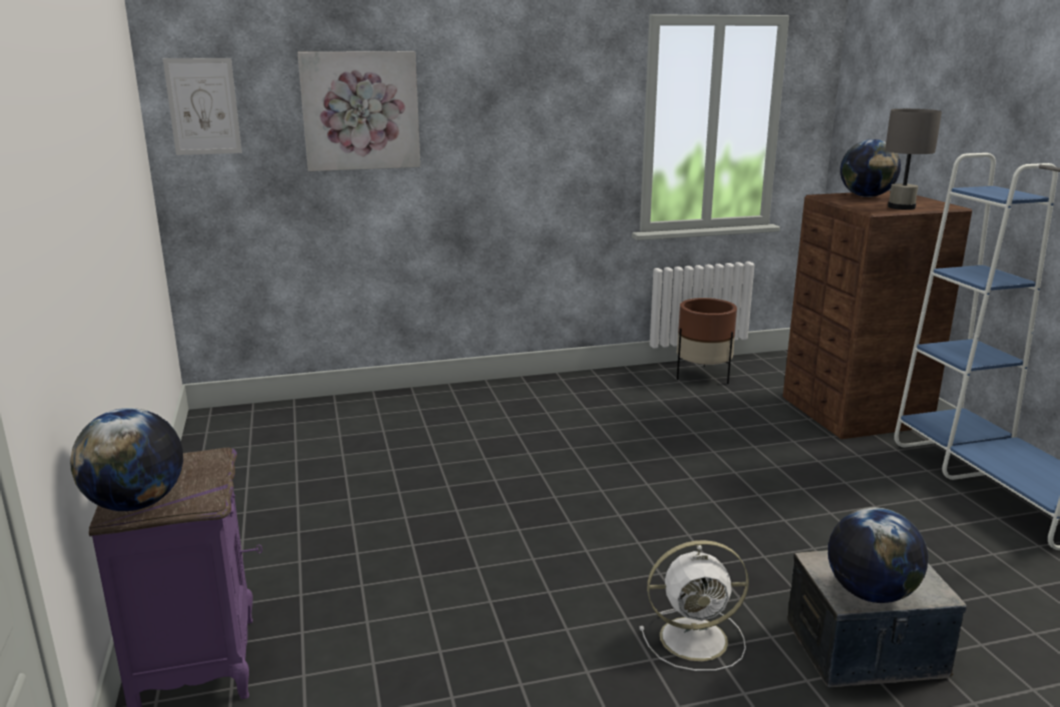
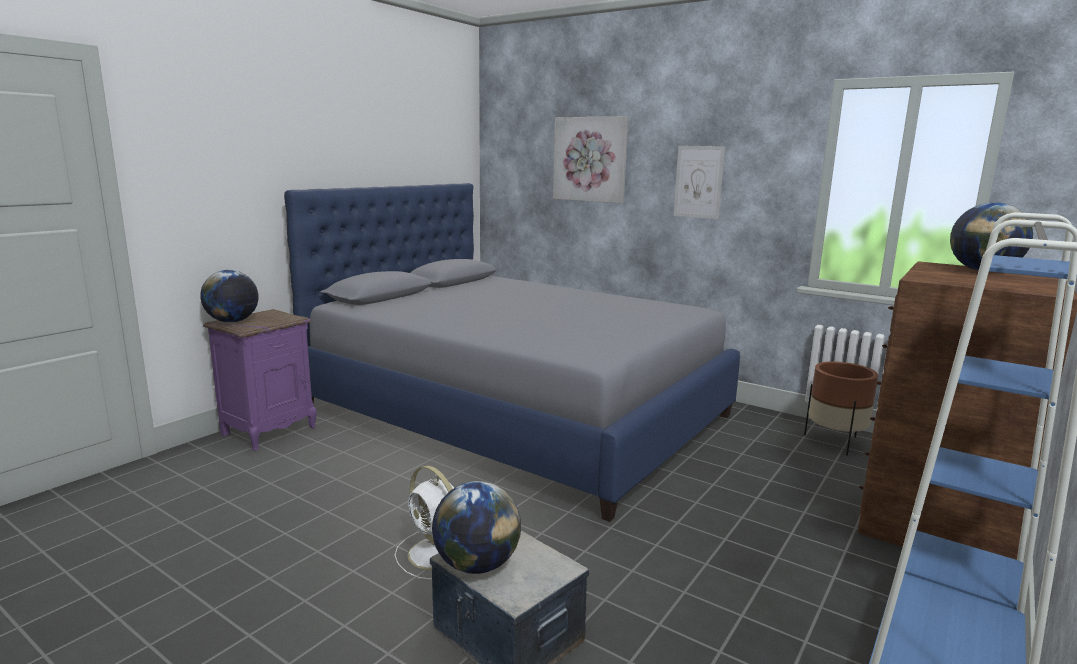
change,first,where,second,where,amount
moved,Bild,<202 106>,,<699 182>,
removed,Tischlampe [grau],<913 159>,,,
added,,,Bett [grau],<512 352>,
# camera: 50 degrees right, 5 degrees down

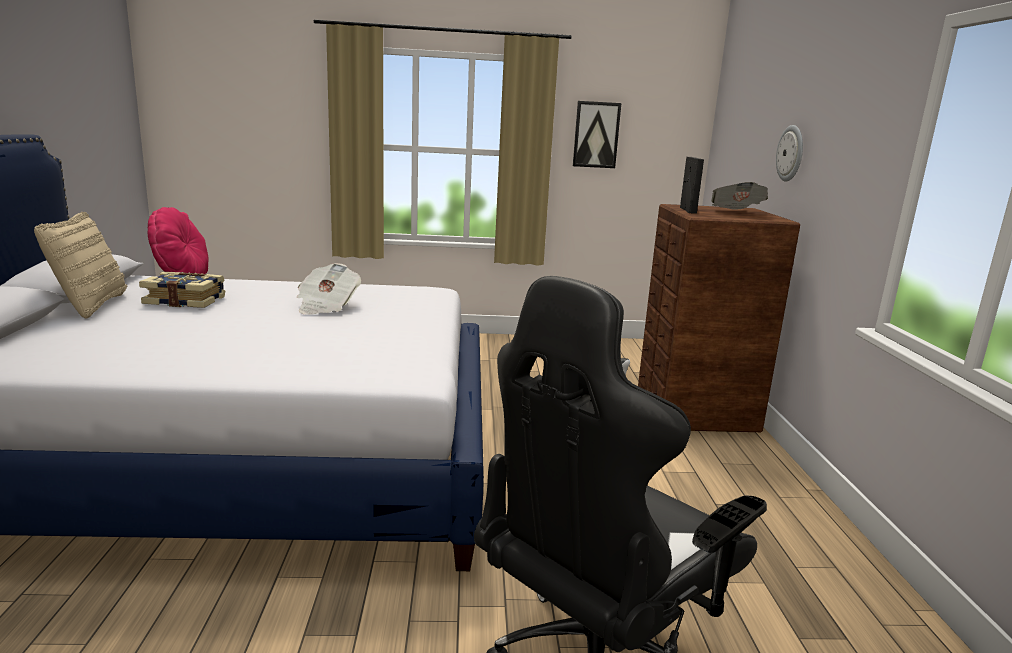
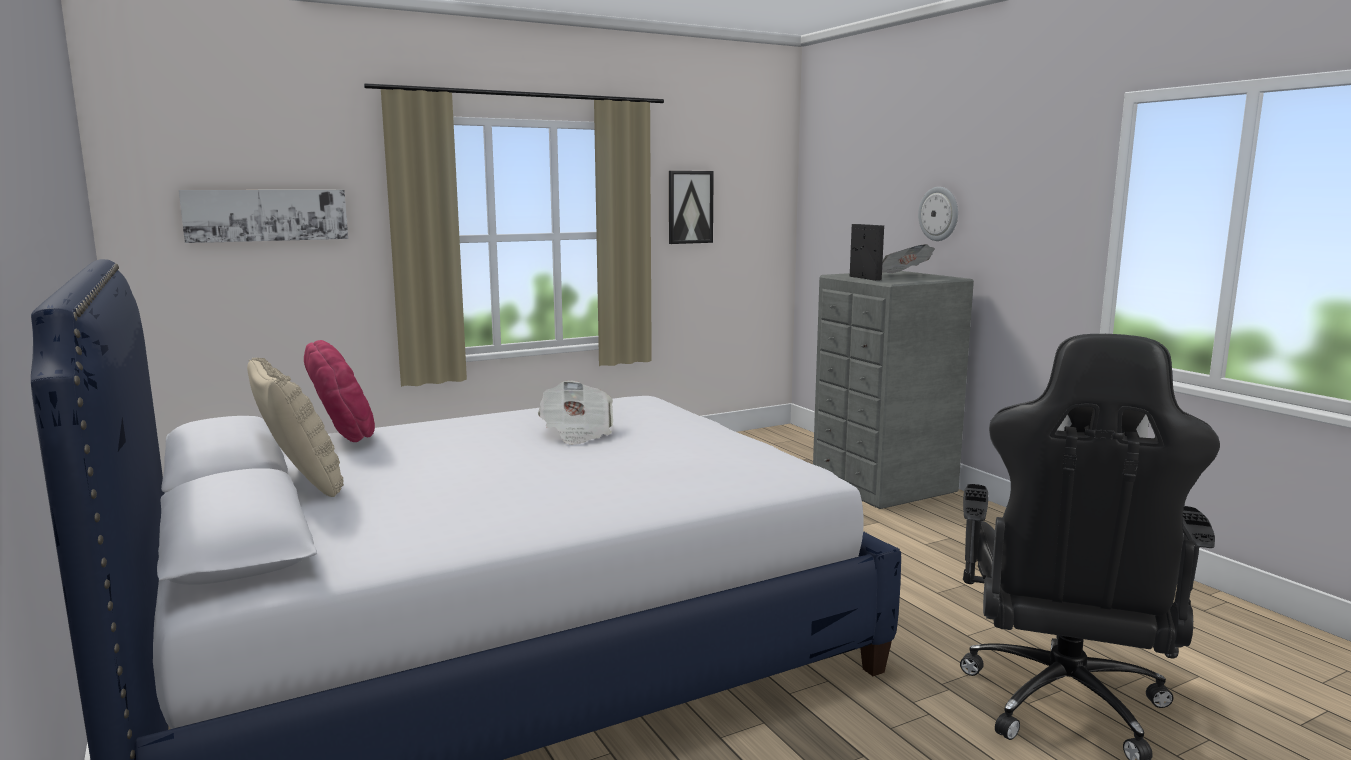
change,first,where,second,where,amount
removed,Buch,<182 290>,,,
recoloured,Kommode [braun],<719 318>,Kommode [grau],<893 390>,
added,,,Bild,<263 216>,
# camera: 25 degrees left, 5 degrees down

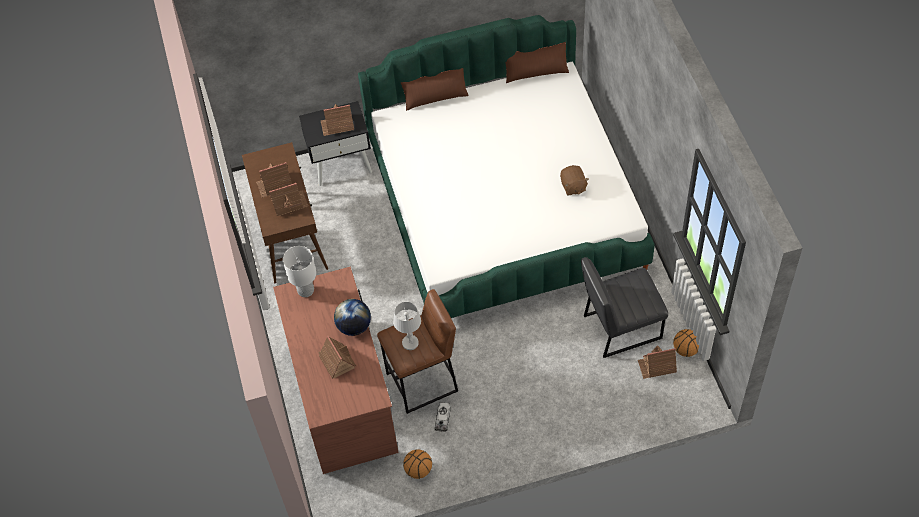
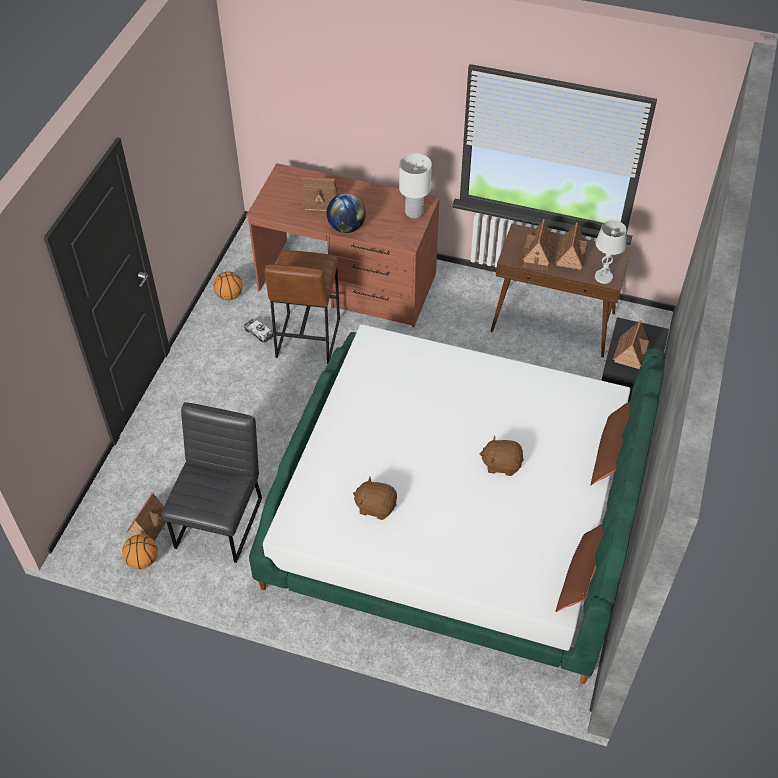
change,first,where,second,where,amount
moved,Tischlampe [weiß],<407 326>,,<611 252>,
added,,,Plüschtier [braun],<501 456>,
# camera: 120 degrees right, 5 degrees down

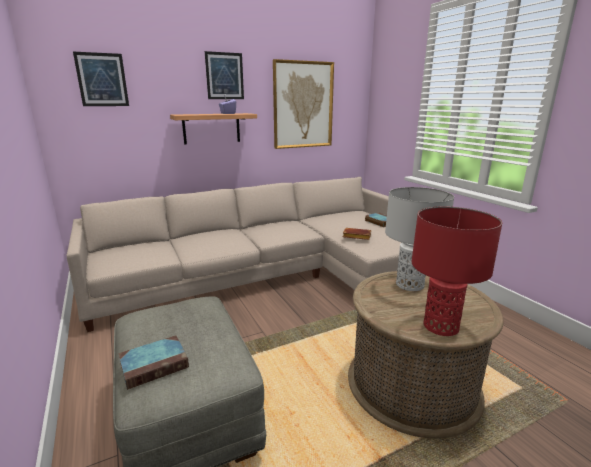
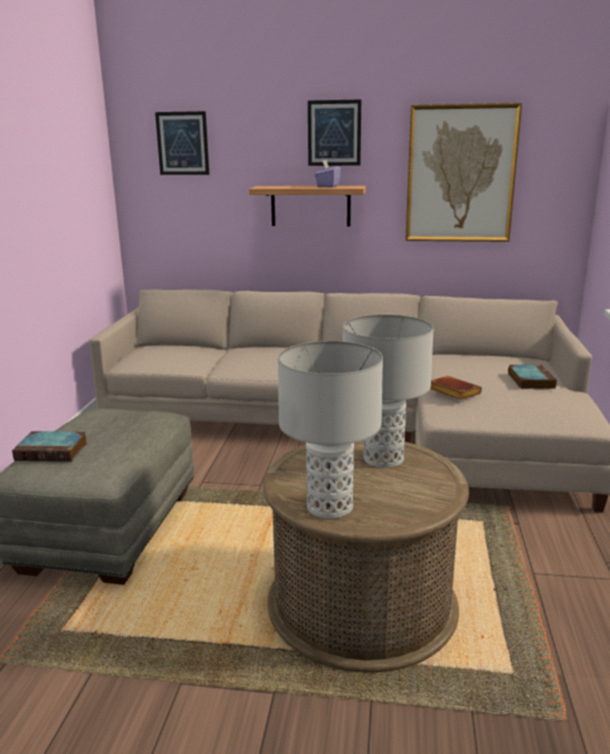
change,first,where,second,where,amount
recoloured,Tischlampe [rot],<456 271>,Tischlampe [weiß],<330 430>,
# camera: 35 degrees right, 0 degrees up

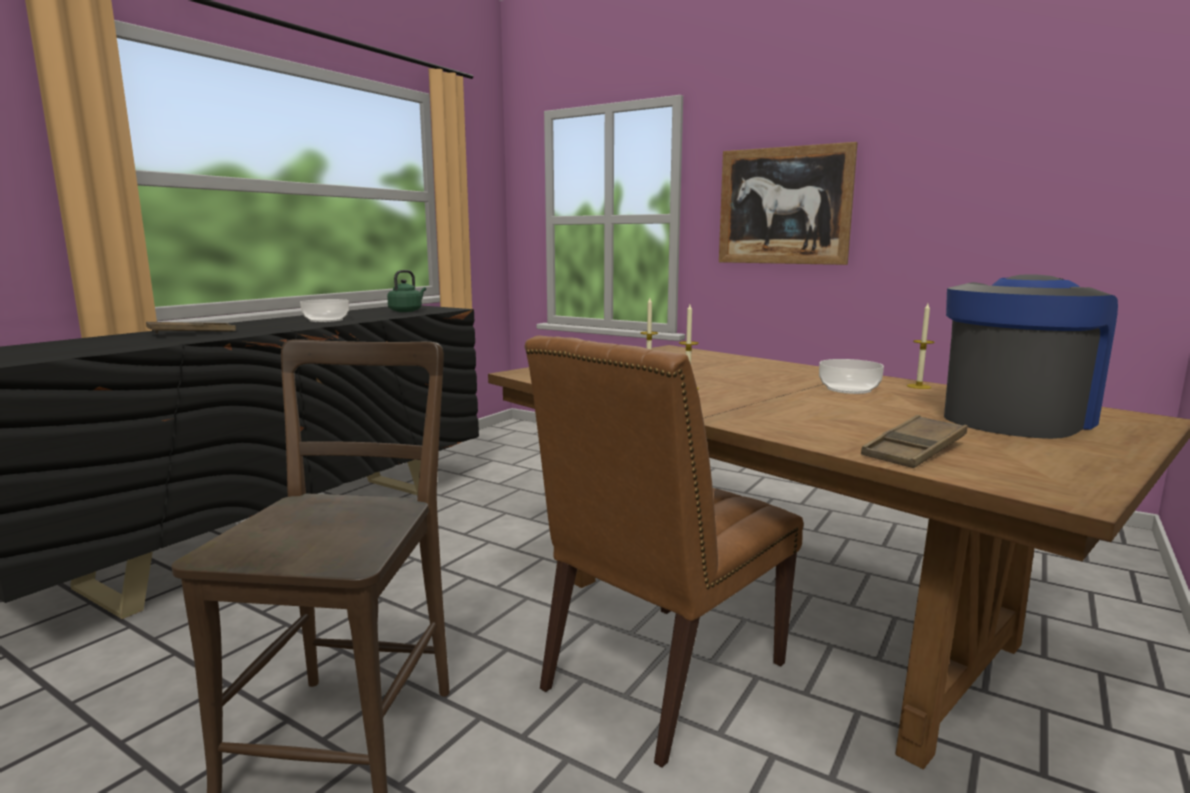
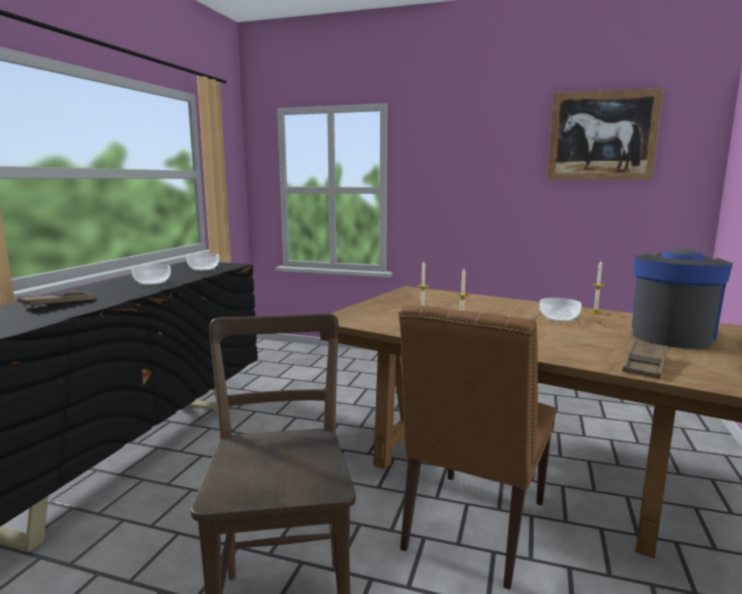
change,first,where,second,where,amount
replaced,Wasserkessel [grün],<406 291>,Schüssel,<202 262>,
moved,Bild,<788 203>,,<605 133>,
# camera: 15 degrees left, 0 degrees up

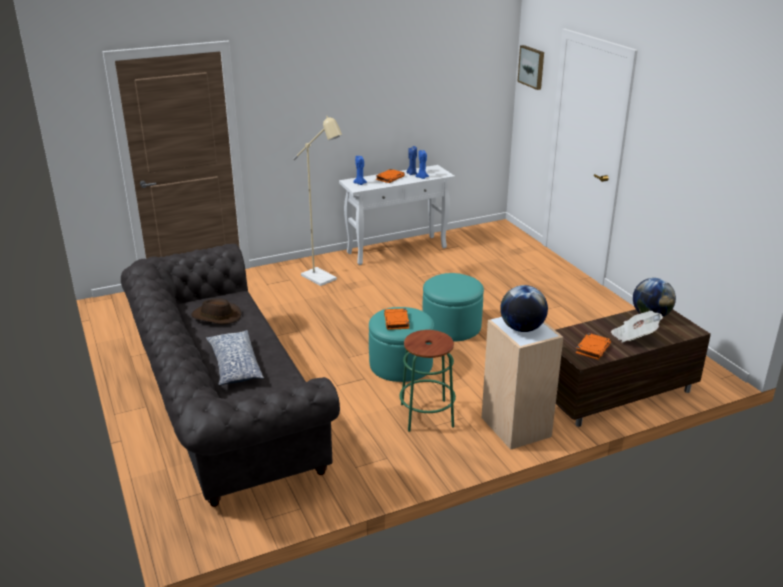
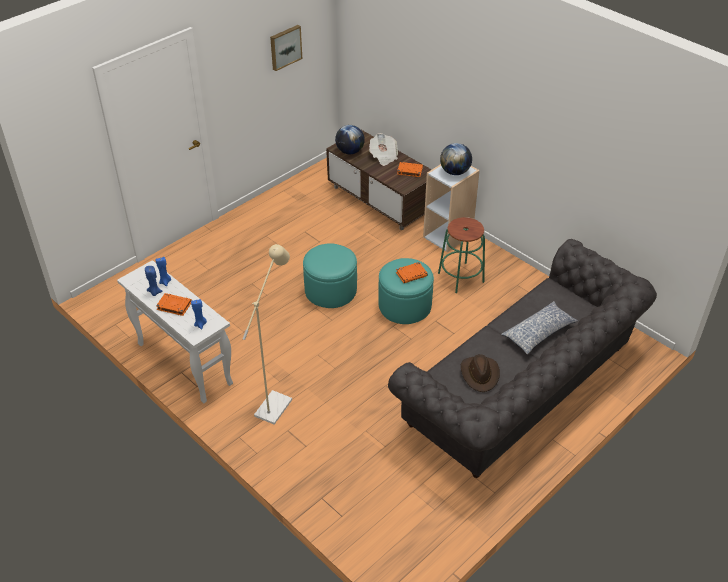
change,first,where,second,where,amount
moved,Bild,<530 67>,,<286 48>,
# camera: 110 degrees left, 15 degrees up

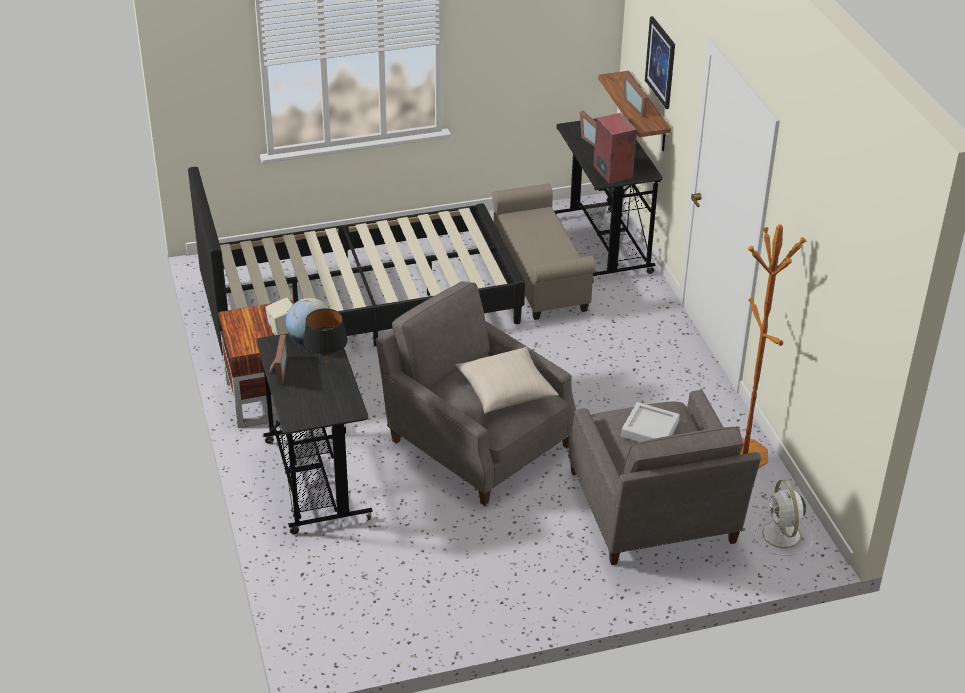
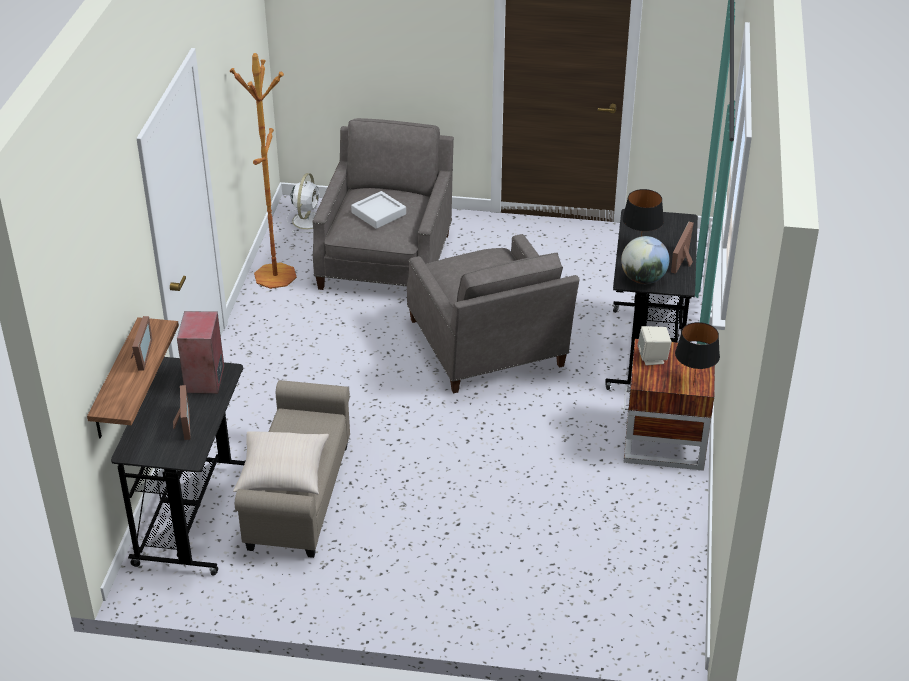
change,first,where,second,where,amount
removed,Bett [schwarz],<356 261>,,,
moved,Kissen [beige],<507 380>,,<281 462>,
removed,Bild,<660 62>,,,
added,,,Tischlampe [schwarz],<697 354>,
# camera: 155 degrees left, 0 degrees up

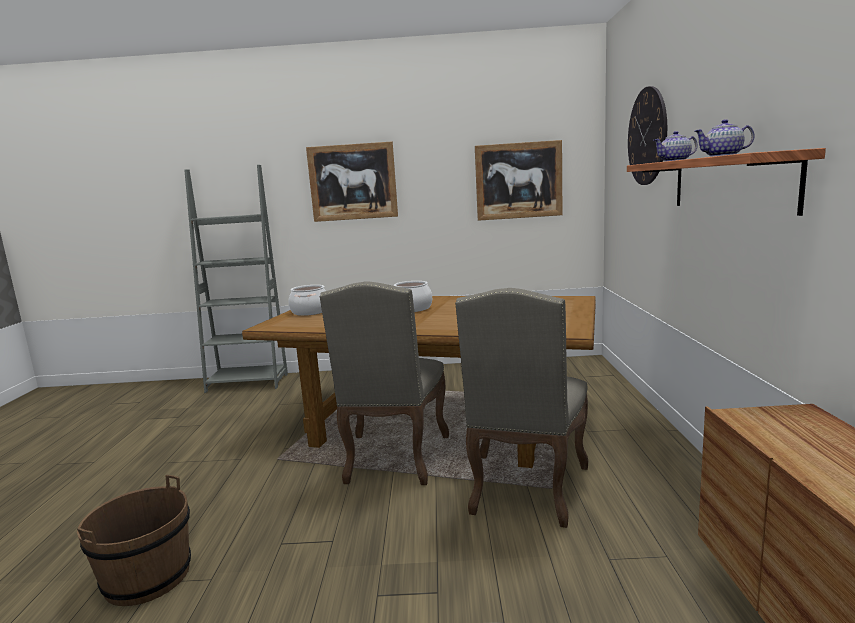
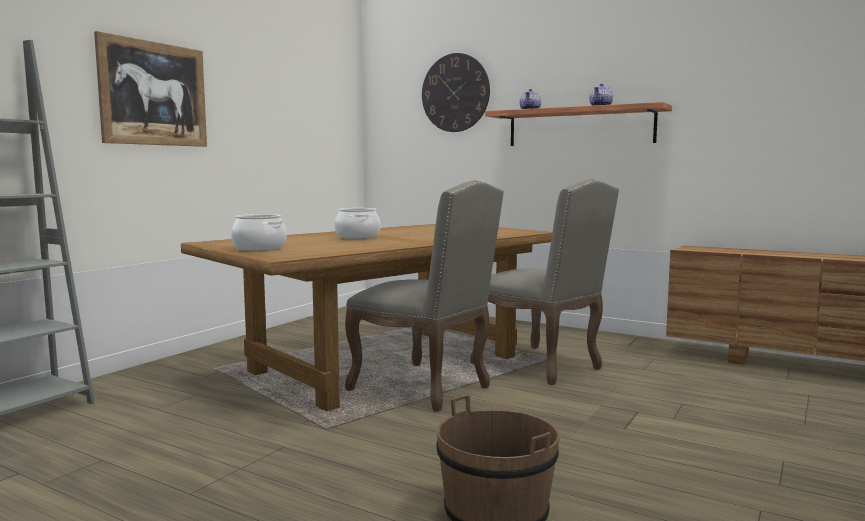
change,first,where,second,where,amount
removed,Bild,<518 180>,,,
# camera: 60 degrees left, 5 degrees down

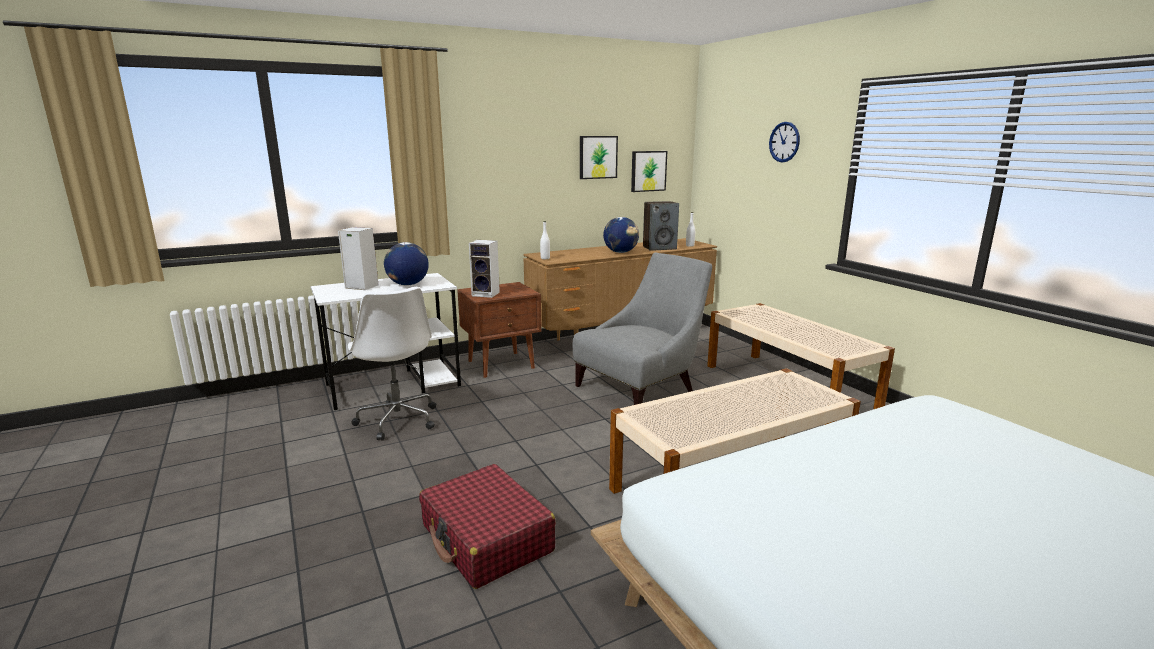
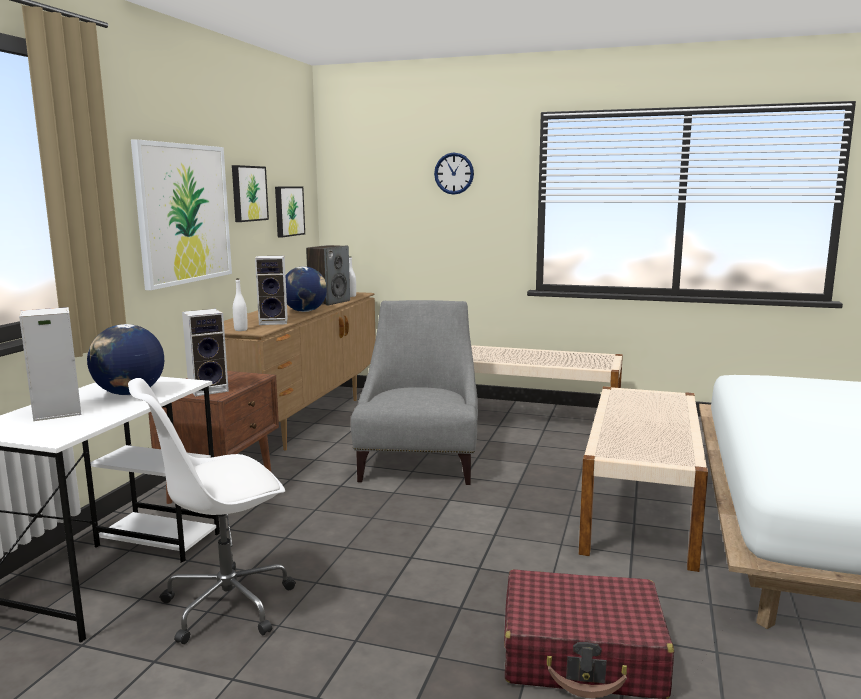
change,first,where,second,where,amount
turned,Bürostuhl [weiß],<392 364>,,<212 511>,135 degrees clockwise
added,,,Bild,<181 214>,
added,,,Lautsprecher,<271 290>,
# camera: 45 degrees left, 5 degrees down

